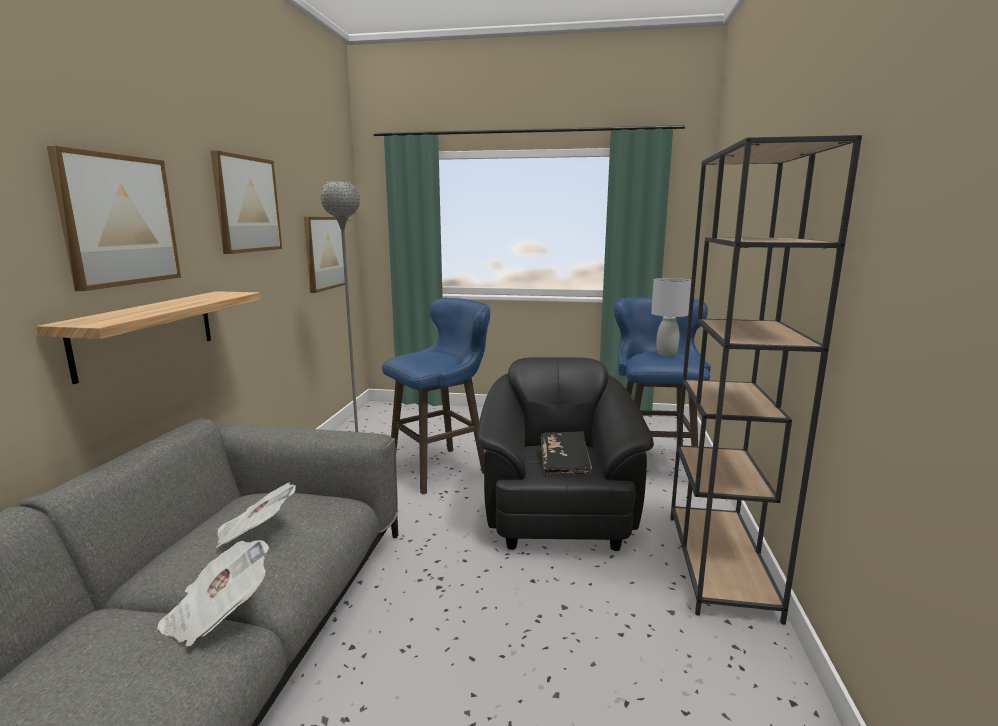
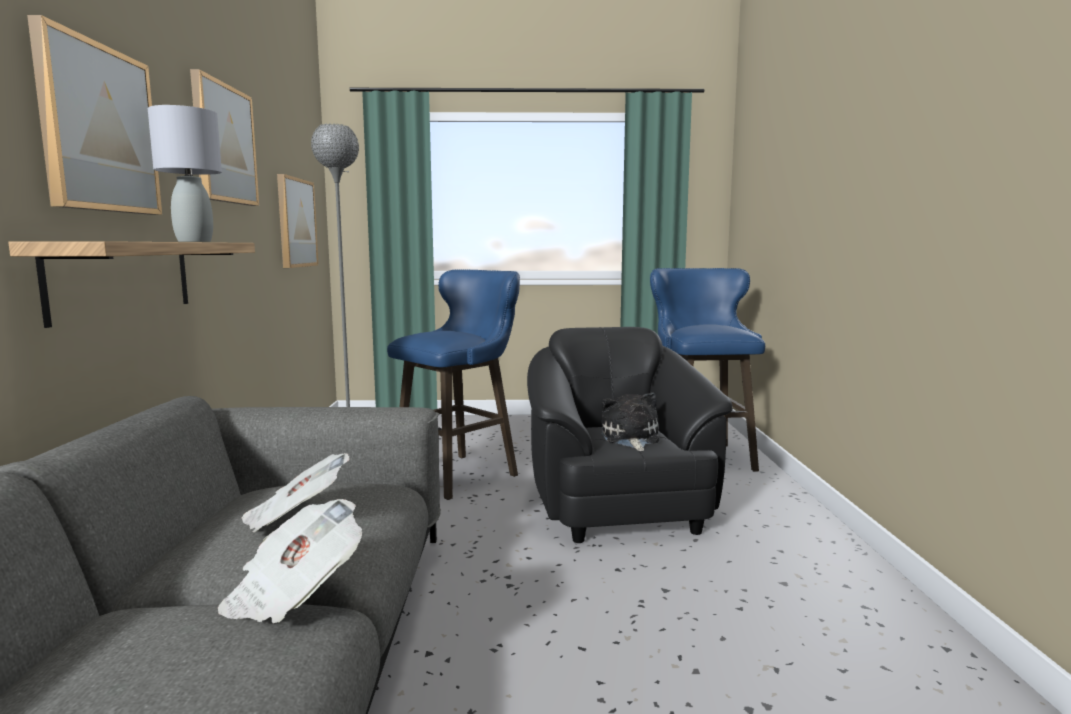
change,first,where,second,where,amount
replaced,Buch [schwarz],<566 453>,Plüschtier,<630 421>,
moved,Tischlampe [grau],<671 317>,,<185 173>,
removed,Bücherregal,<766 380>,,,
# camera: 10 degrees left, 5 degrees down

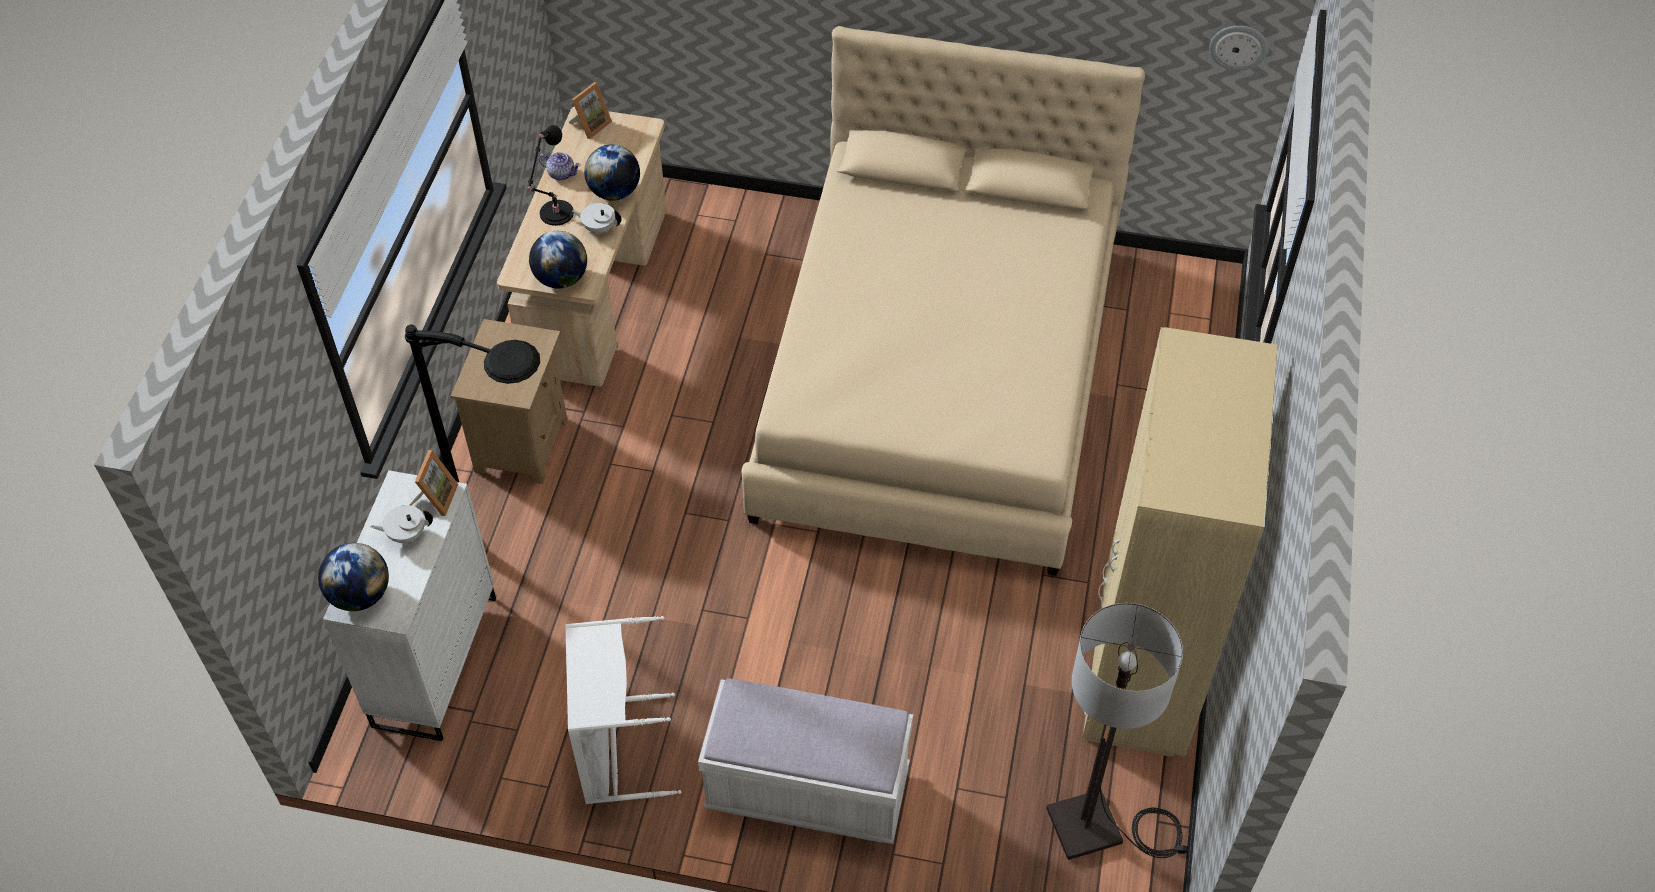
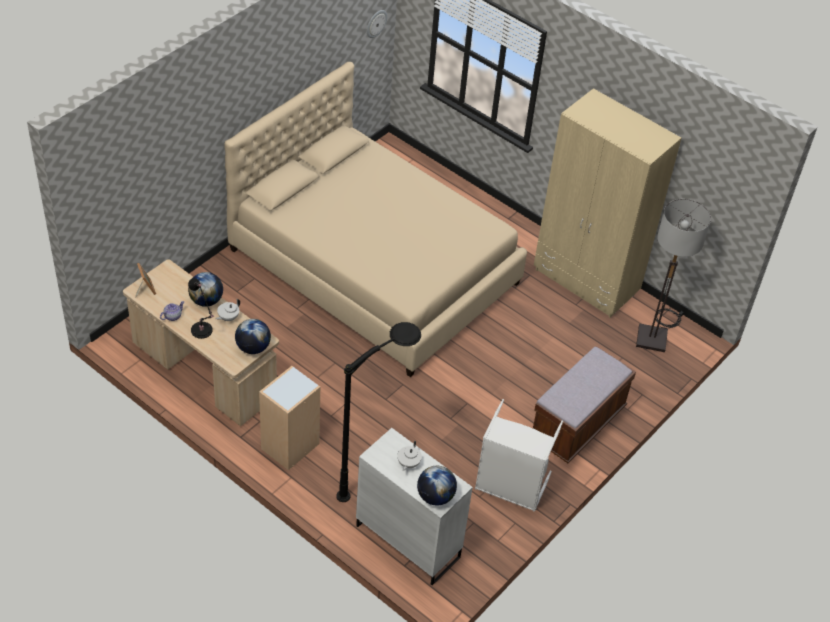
change,first,where,second,where,amount
removed,Bilderrahmen,<434 483>,,,
replaced,Nachttisch [beige],<509 401>,Bücherregal,<289 418>,
recoloured,Bank [weiß],<805 761>,Bank [braun],<584 404>,
# camera: 65 degrees left, 5 degrees down

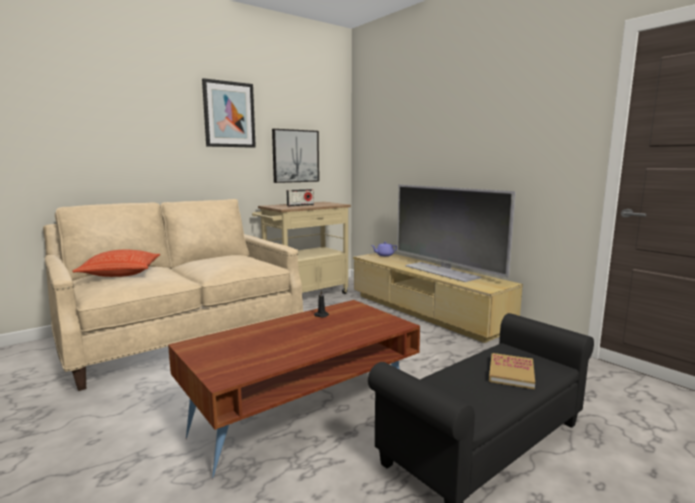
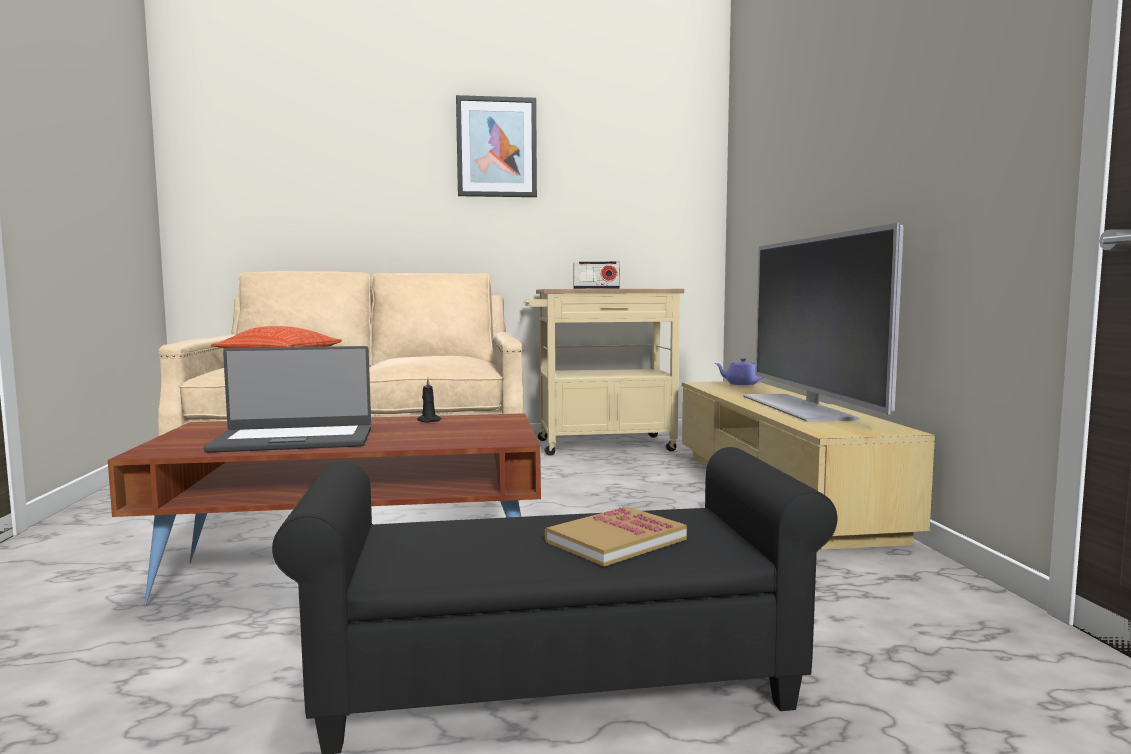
change,first,where,second,where,amount
removed,Bild,<295 156>,,,
added,,,Laptop,<287 399>,
# camera: 30 degrees right, 5 degrees down

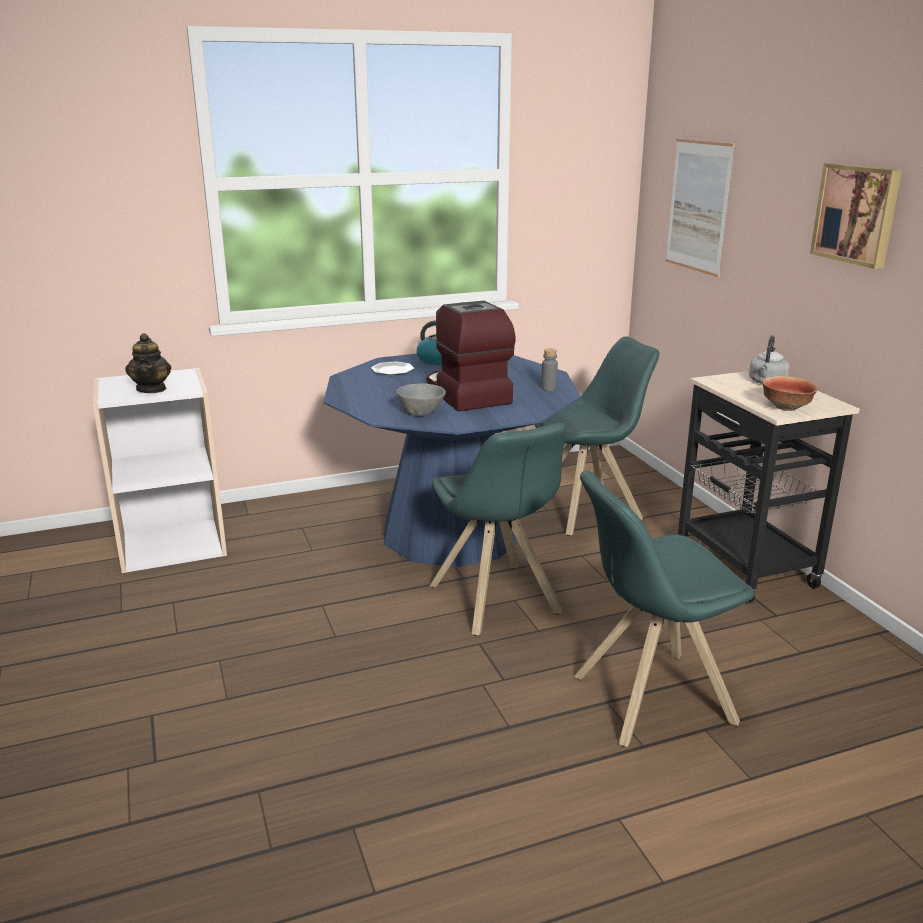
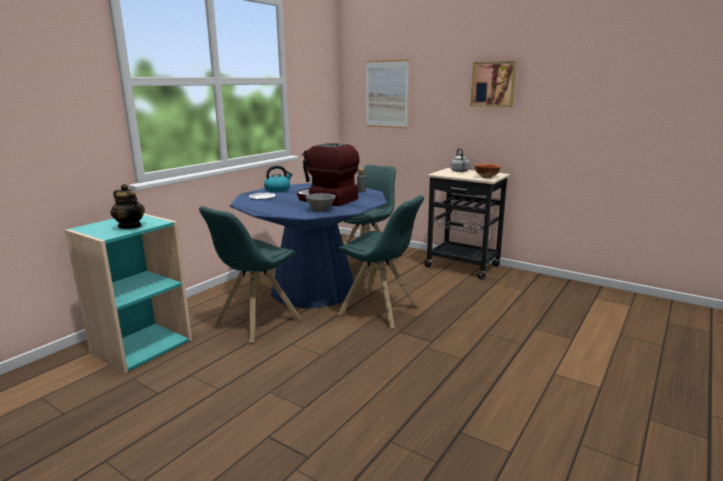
change,first,where,second,where,amount
recoloured,Bücherregal [weiß],<160 470>,Bücherregal [türkis],<128 293>,
moved,Stuhl [türkis],<664 608>,,<250 275>,
# camera: 35 degrees left, 5 degrees down

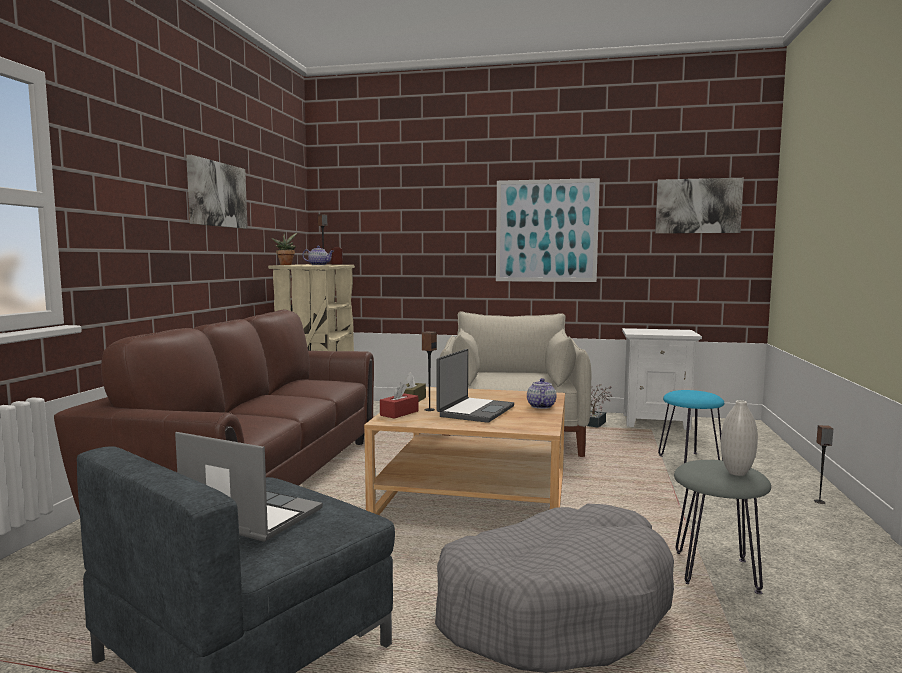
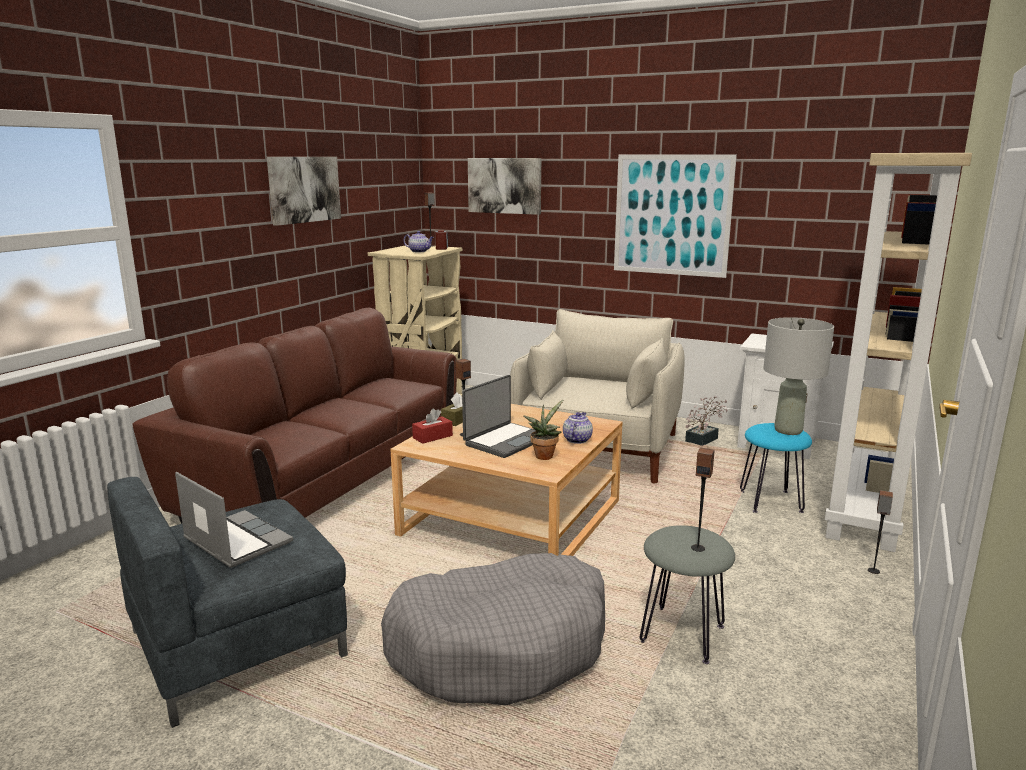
change,first,where,second,where,amount
moved,Topfpflanze,<284 248>,,<543 430>,
moved,Bild,<699 206>,,<504 186>,
replaced,Vase [weiß],<739 438>,Lautsprecher,<703 500>,
added,,,Tischlampe [grau],<798 376>,
added,,,Bücherregal [beige],<898 352>,
# camera: 15 degrees right, 10 degrees up

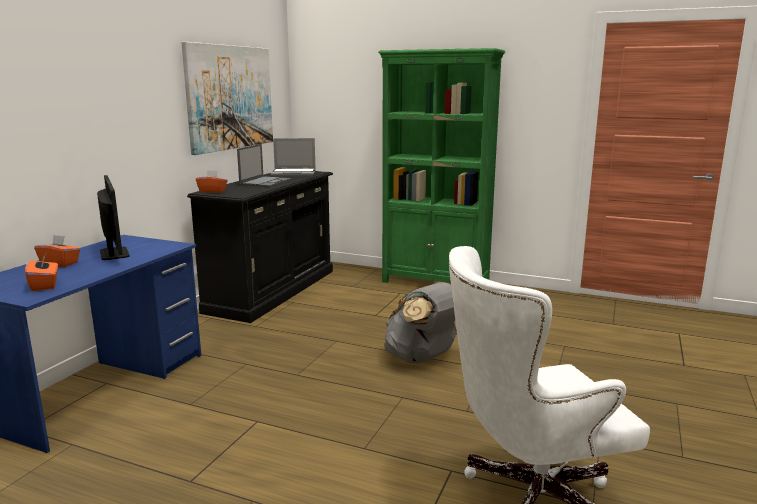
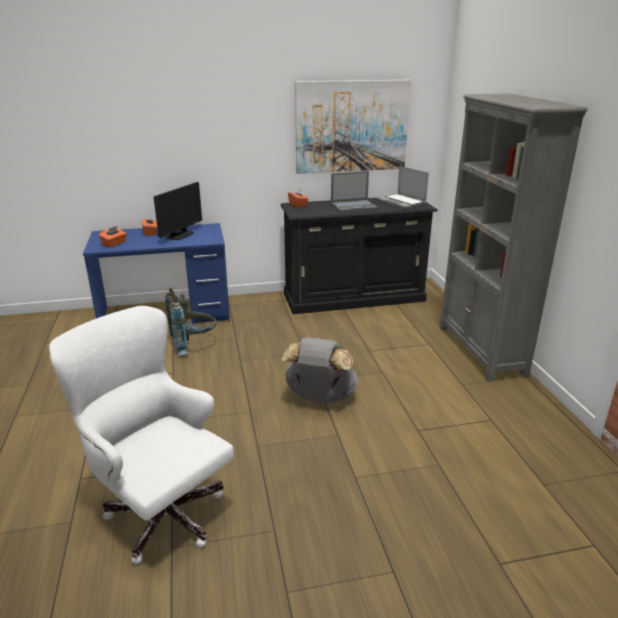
change,first,where,second,where,amount
recoloured,Bücherregal [grün],<441 165>,Bücherregal [grau],<514 237>,
added,,,Rucksack [grau],<191 322>,
# camera: 55 degrees right, 10 degrees up

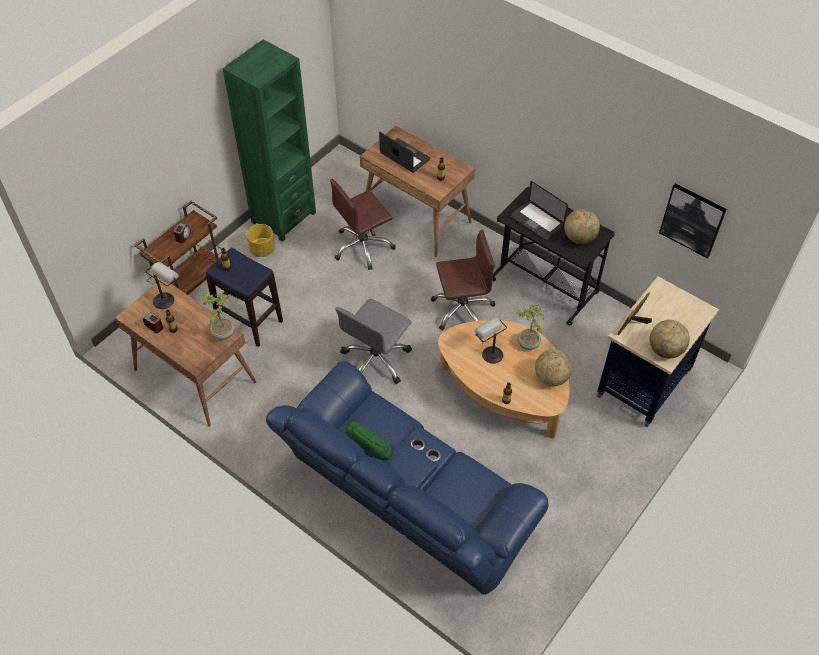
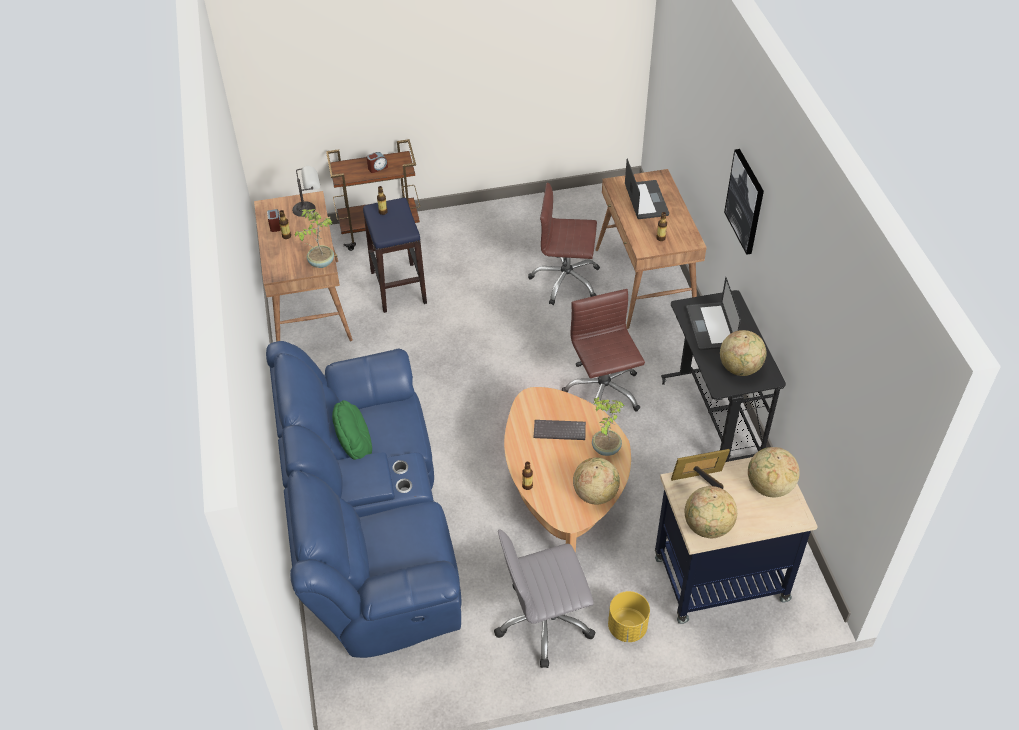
change,first,where,second,where,amount
removed,Bücherregal [grün],<269 140>,,,
moved,Pflanzkübel [gelb],<260 240>,,<629 616>,
moved,Bürostuhl [grau],<373 341>,,<544 599>,
turned,Bürostuhl [braun],<463 280>,,<603 350>,135 degrees counterclockwise
replaced,Tischlampe,<490 341>,Tastatur,<560 430>,
moved,Bild,<693 220>,,<744 202>,
added,,,Globus,<774 472>,
# camera: 40 degrees right, 5 degrees down

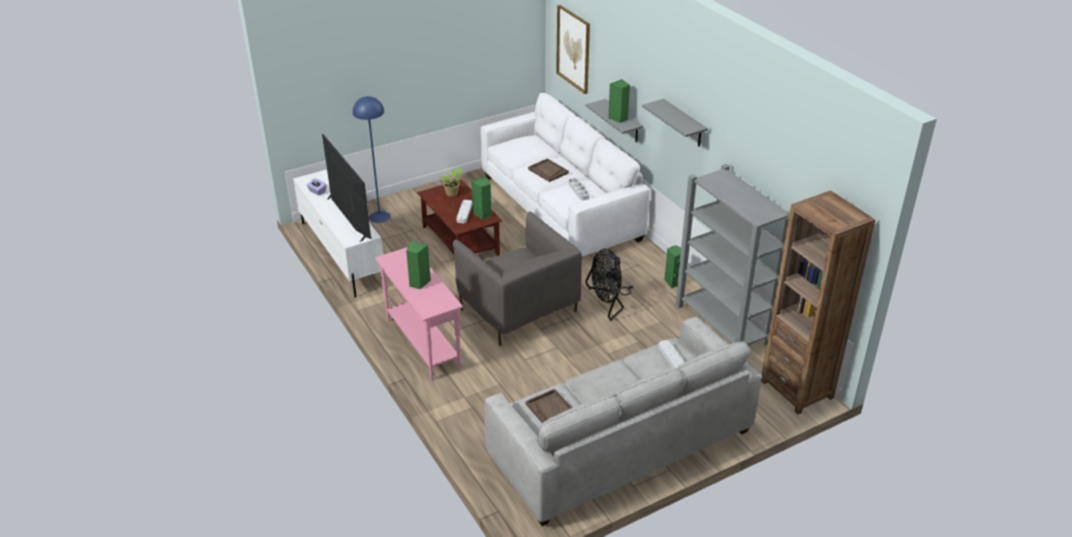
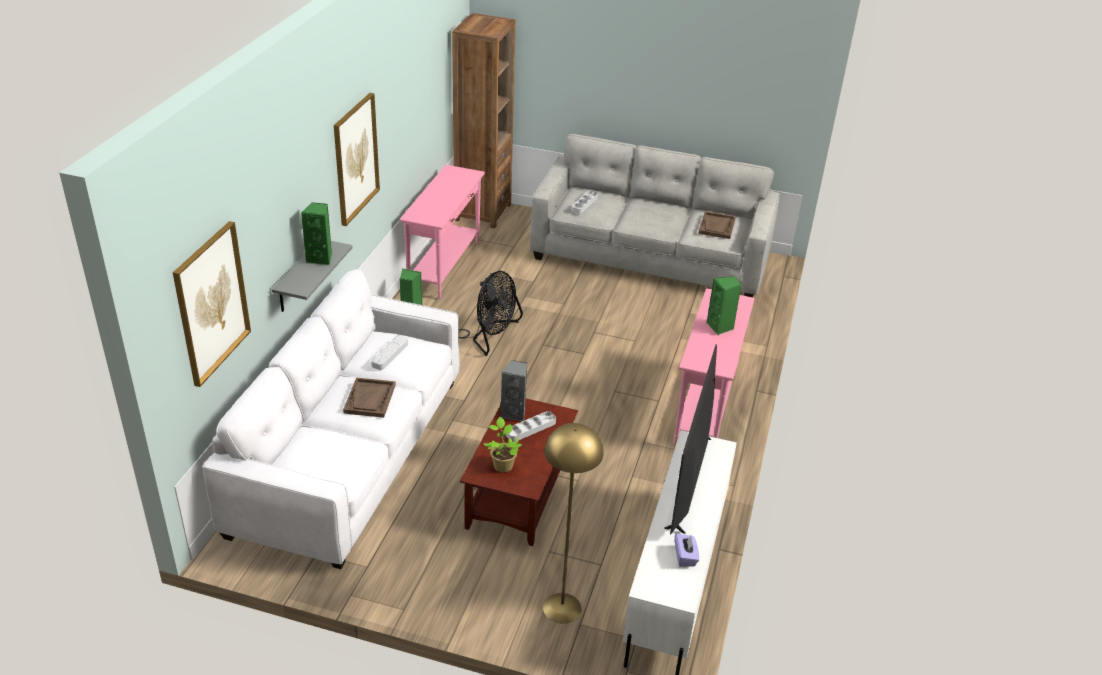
change,first,where,second,where,amount
recoloured,Stehlampe [blau],<372 159>,Stehlampe [gelb],<573 523>,
removed,Sessel [grau],<517 279>,,,
recoloured,Lautsprecher [grün],<481 198>,Lautsprecher [grau],<514 390>,
replaced,Wandregal [grau],<675 123>,Bild,<357 159>,
replaced,Bücherregal [grau],<732 255>,Konsolentisch [rosa],<442 232>,
# camera: 135 degrees left, 0 degrees up

